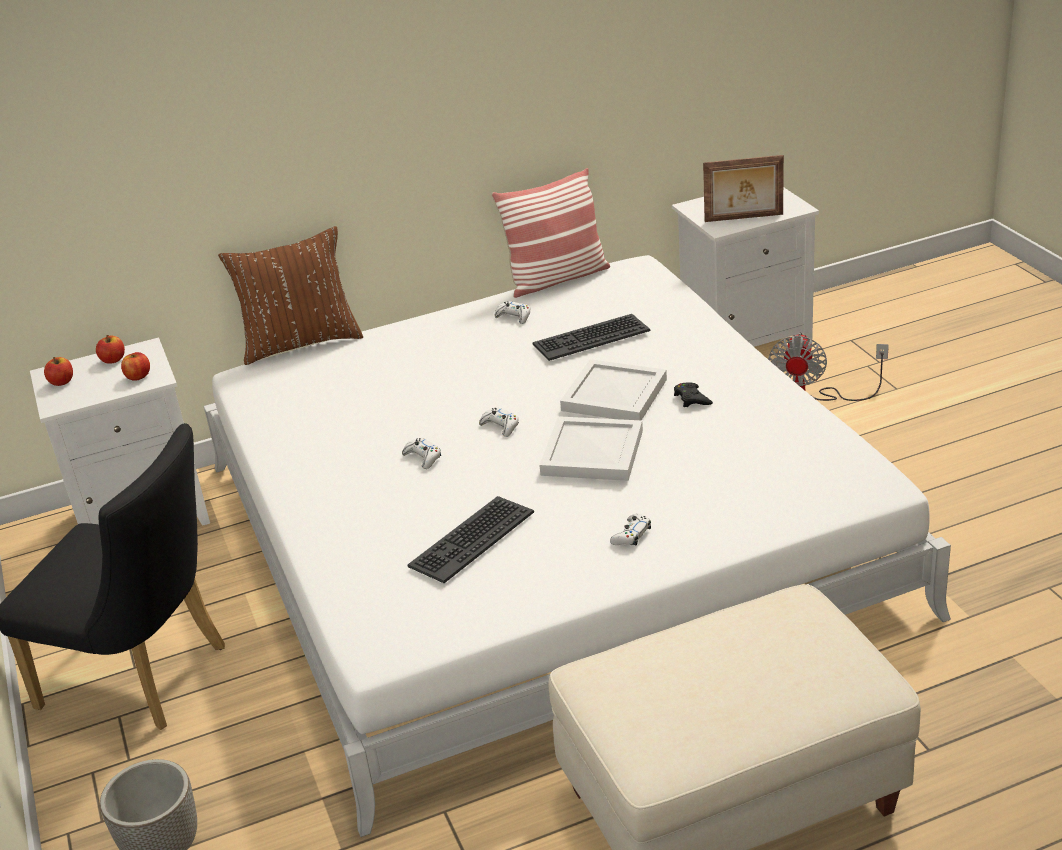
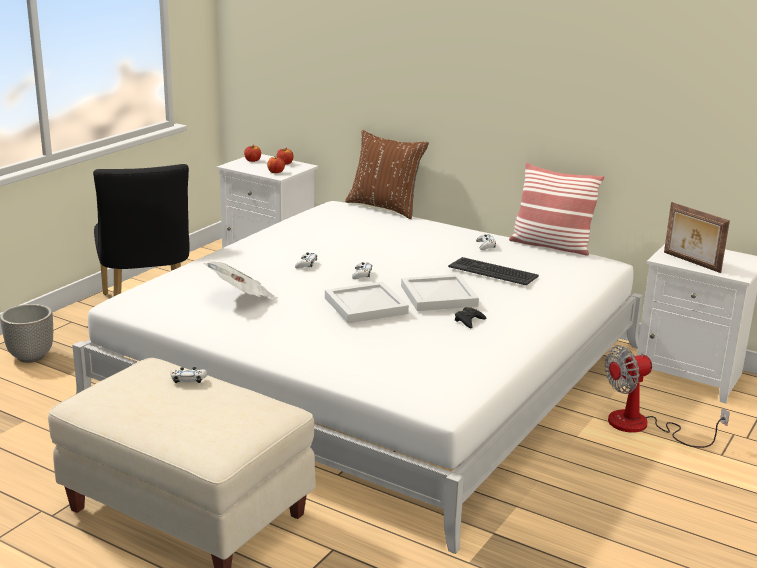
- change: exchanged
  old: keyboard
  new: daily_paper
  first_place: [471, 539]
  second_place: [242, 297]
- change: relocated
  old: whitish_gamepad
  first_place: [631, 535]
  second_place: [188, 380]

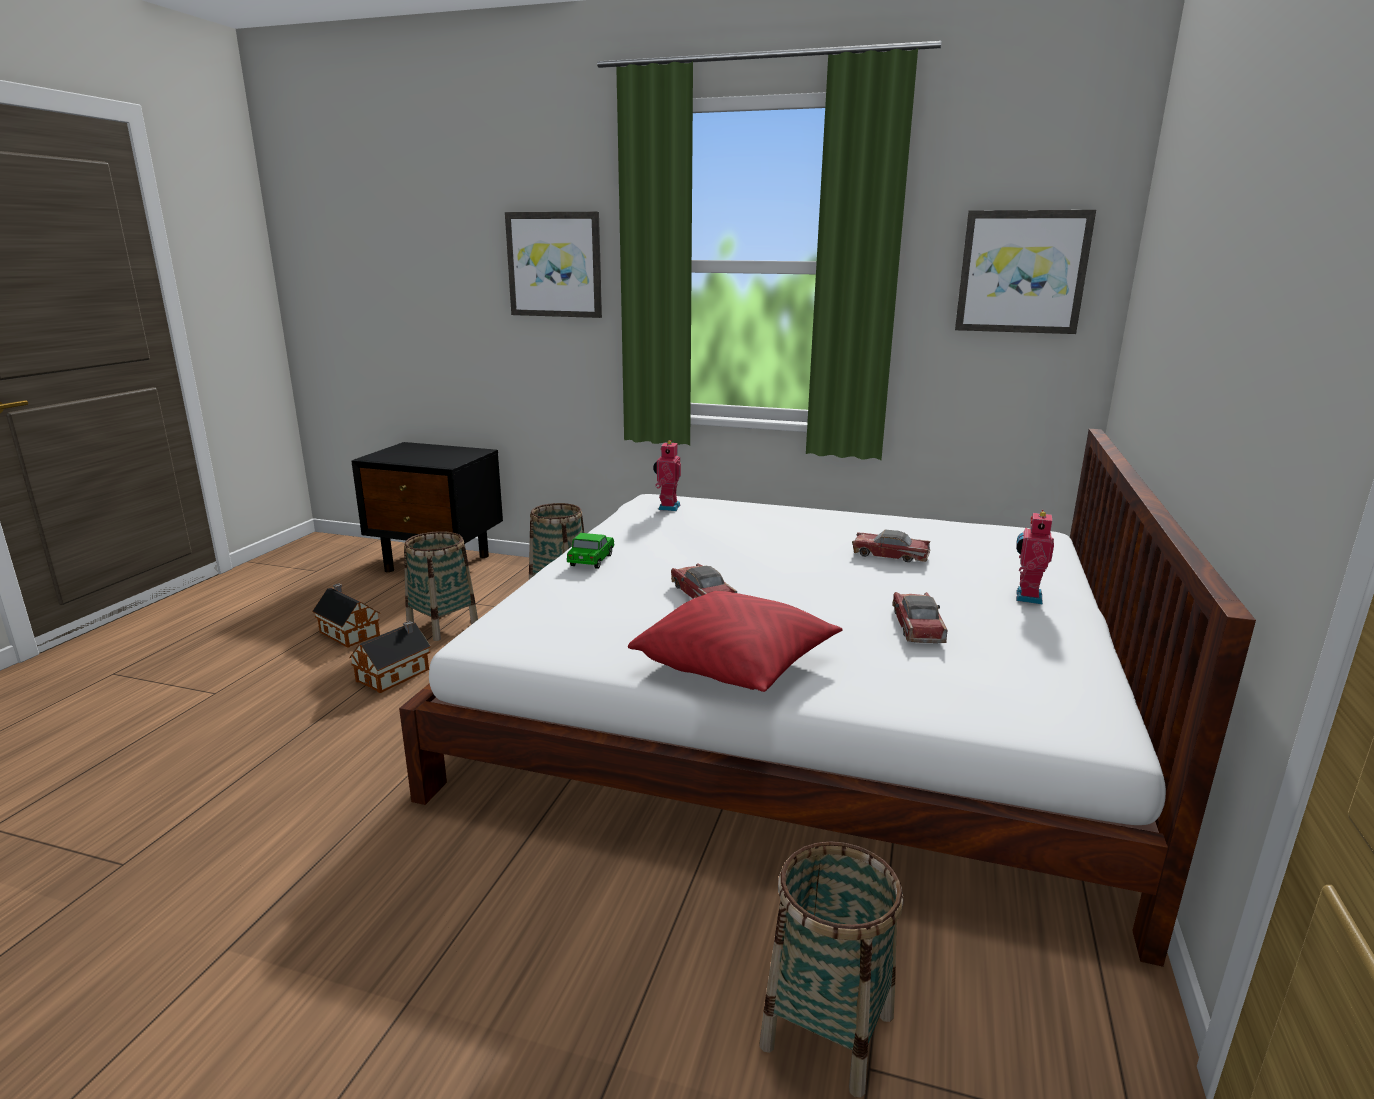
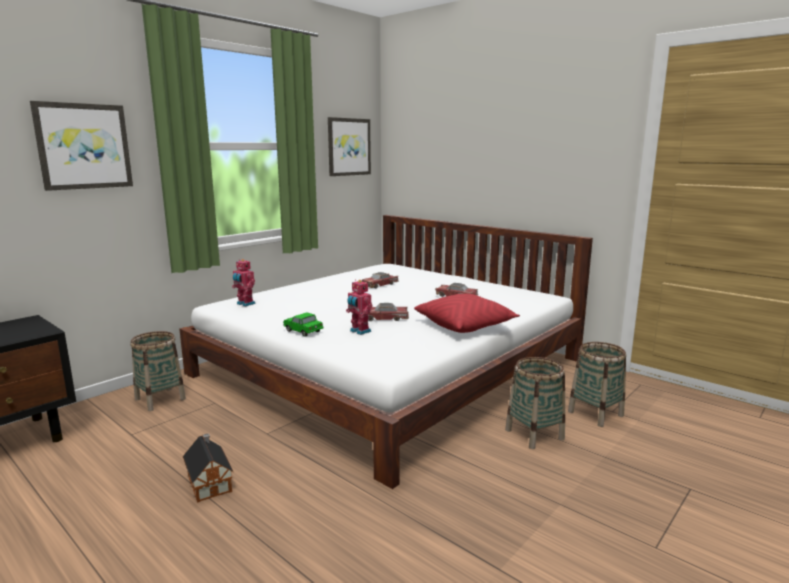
- change: relocated
  old: robot_figure
  first_place: [1026, 597]
  second_place: [359, 331]
- change: relocated
  old: household_basket
  first_place: [443, 625]
  second_place: [534, 434]
- change: missing
  old: toy_house
  first_place: [349, 633]

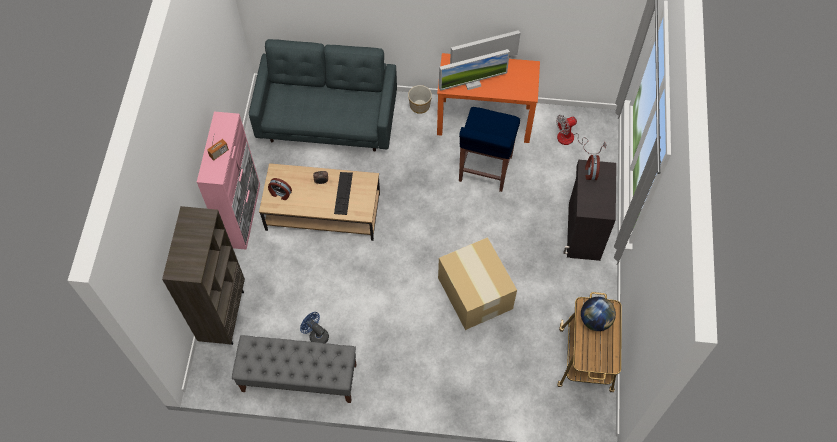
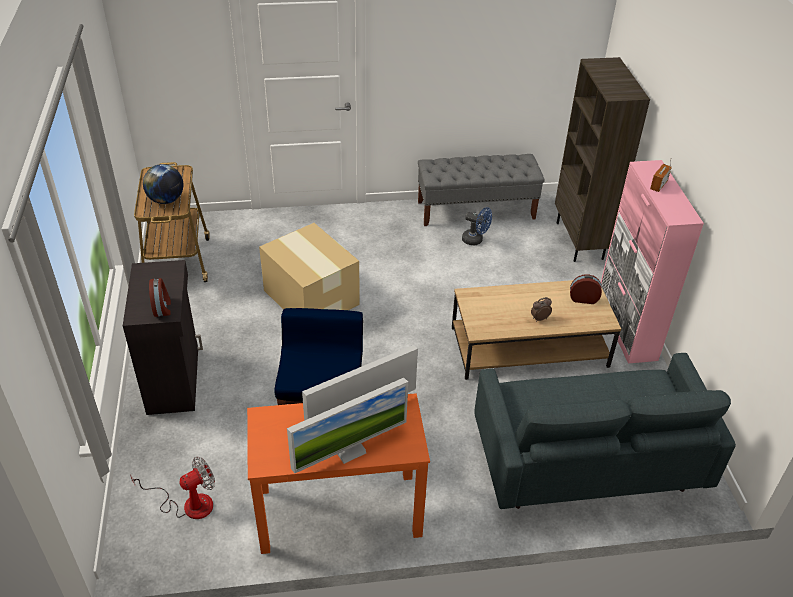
- change: missing
  old: plant_pot
  first_place: [420, 105]
- change: missing
  old: keyboard
  first_place: [343, 193]

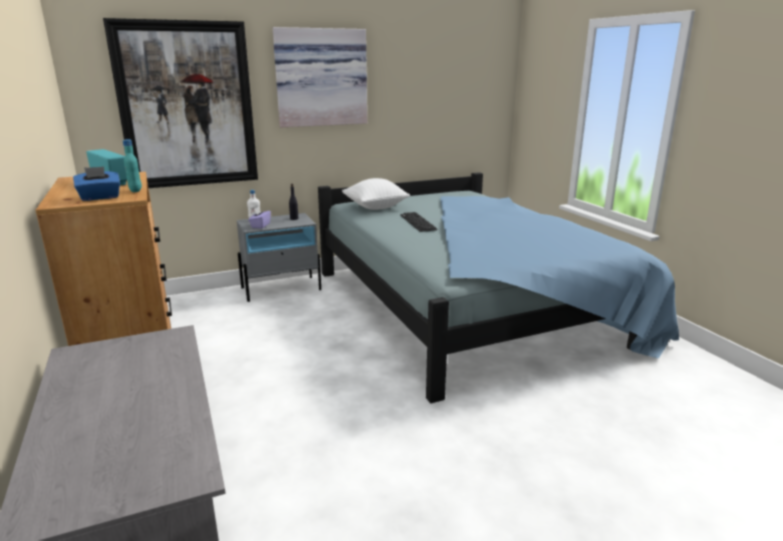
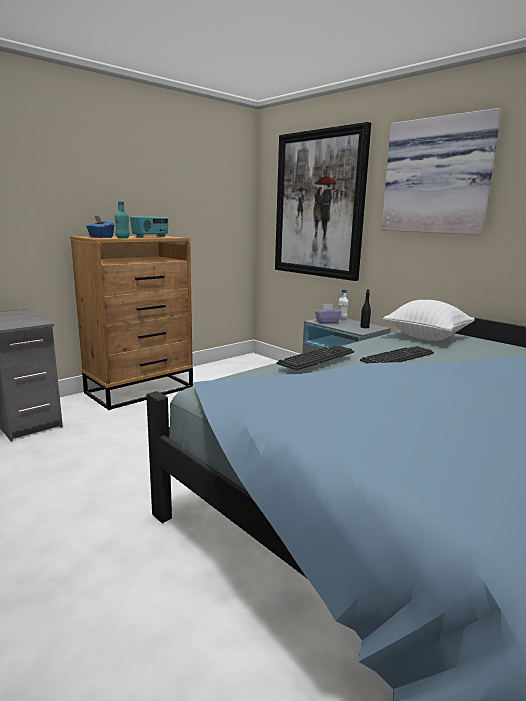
- change: appeared
  new: keyboard
  second_place: [316, 358]

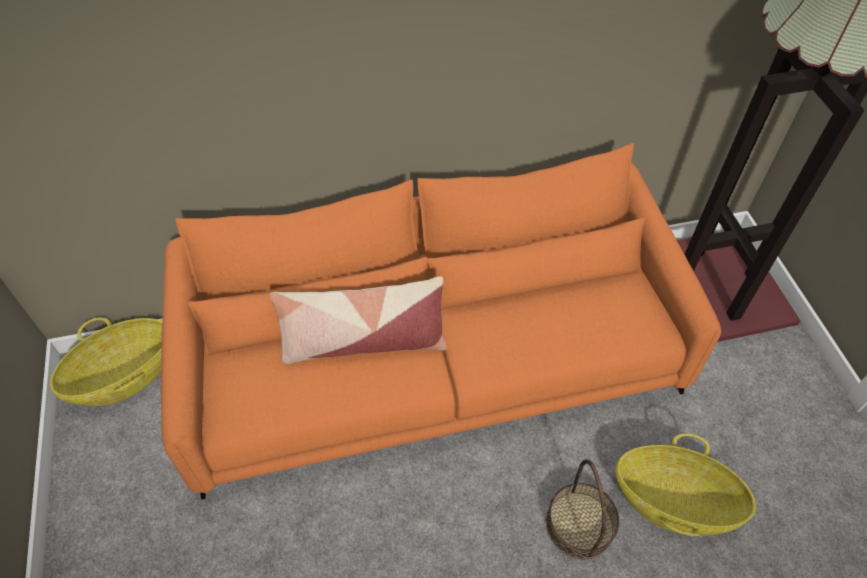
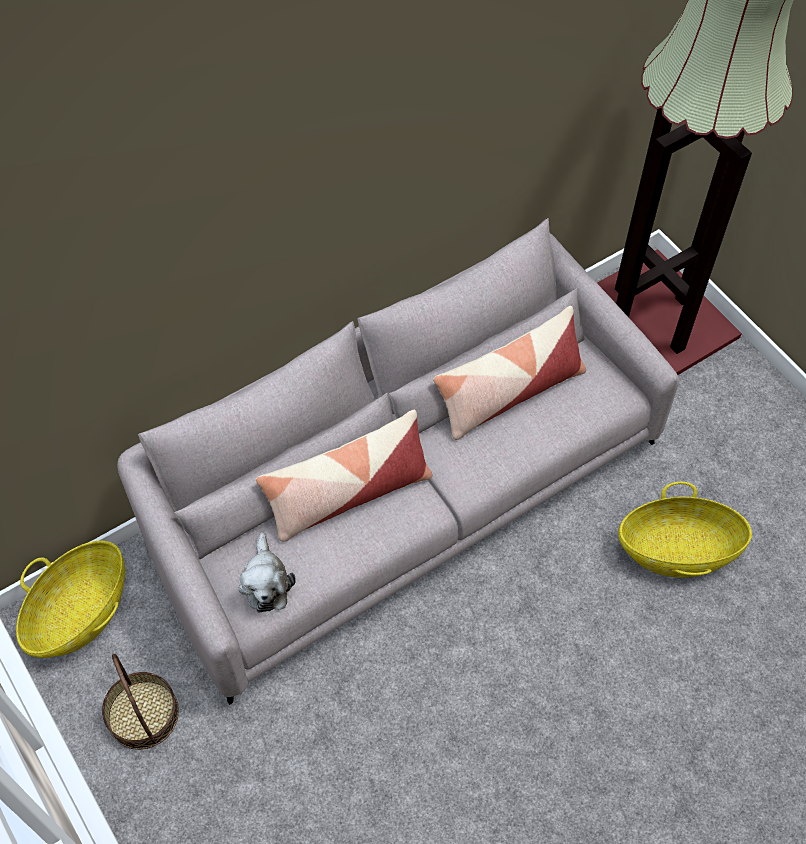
- change: colour
  old: orange-coloured_sofa
  new: grey_sofa
  first_place: [432, 366]
  second_place: [401, 494]
- change: relocated
  old: household_basket
  first_place: [579, 524]
  second_place: [142, 714]
- change: appeared
  new: throw_pillow
  second_place: [509, 393]
- change: appeared
  new: soft_toy
  second_place: [266, 582]

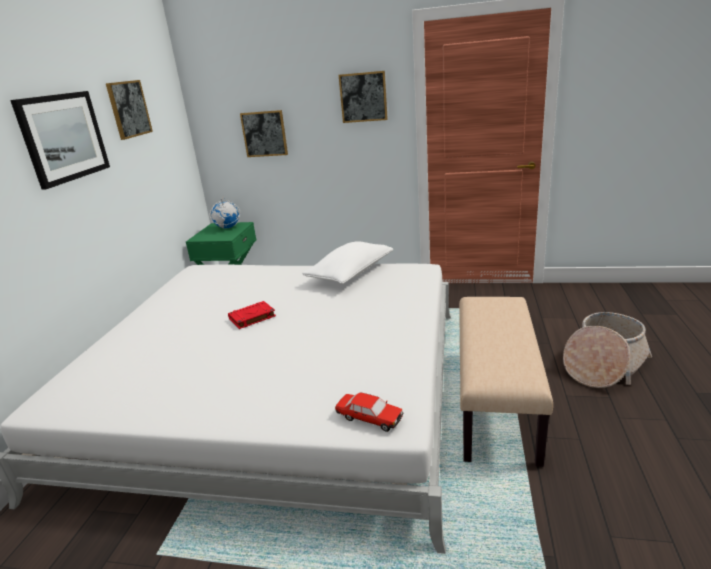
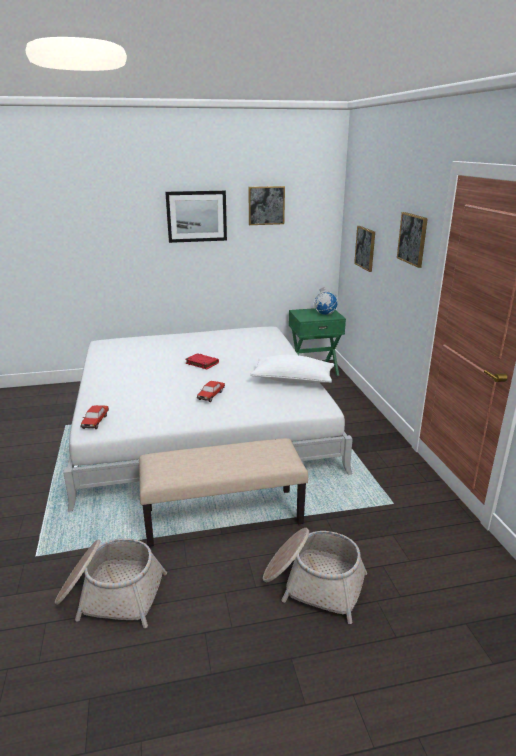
- change: appeared
  new: model_car
  second_place: [211, 395]
- change: appeared
  new: household_basket
  second_place: [111, 594]

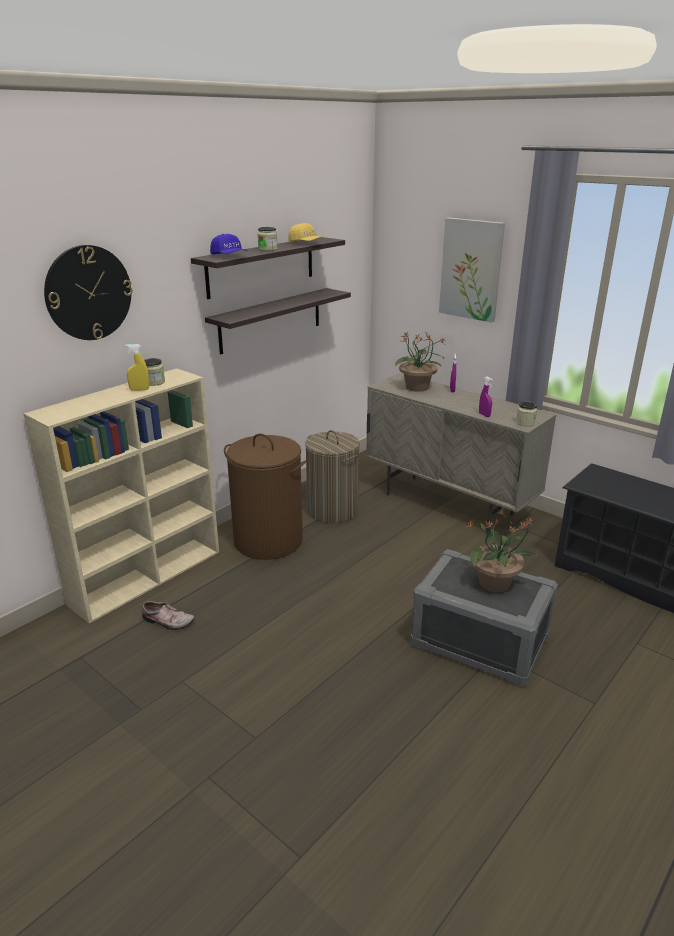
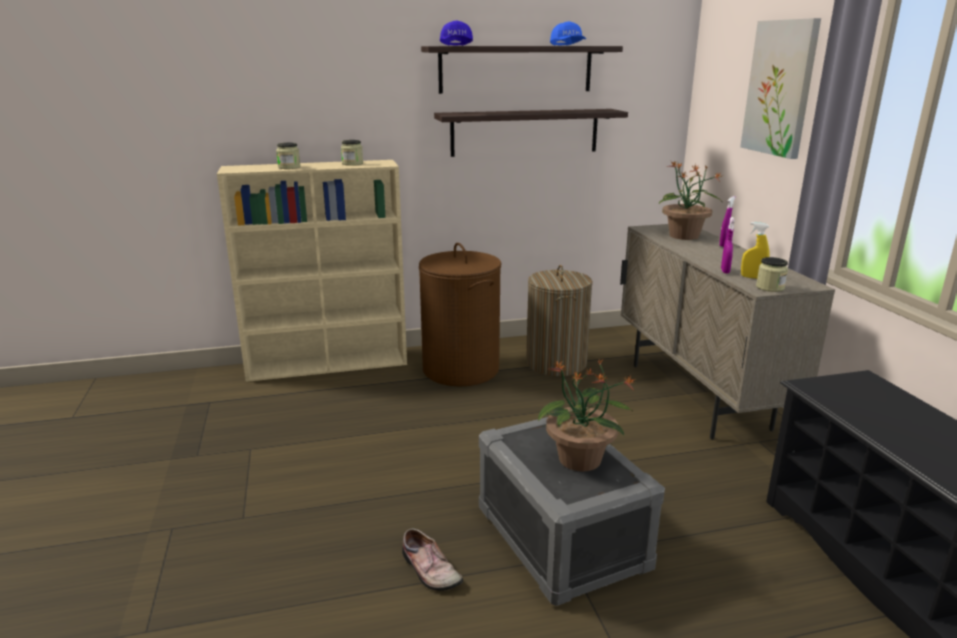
- change: colour
  old: yellow-coloured_baseball_cap
  new: blue-coloured_baseball_cap
  first_place: [306, 243]
  second_place: [568, 45]
- change: relocated
  old: preserve_jar
  first_place: [267, 249]
  second_place: [289, 167]
- change: missing
  old: clock_on_the_wall
  first_place: [88, 293]
- change: relocated
  old: yellow-coloured_hand_sprayer
  first_place: [139, 390]
  second_place: [752, 277]
- change: relocated
  old: shoe
  first_place: [167, 622]
  second_place: [428, 570]

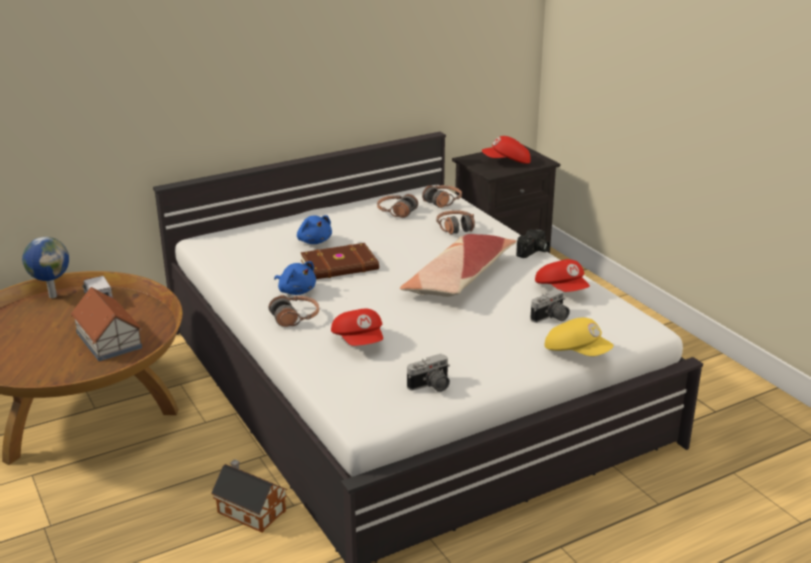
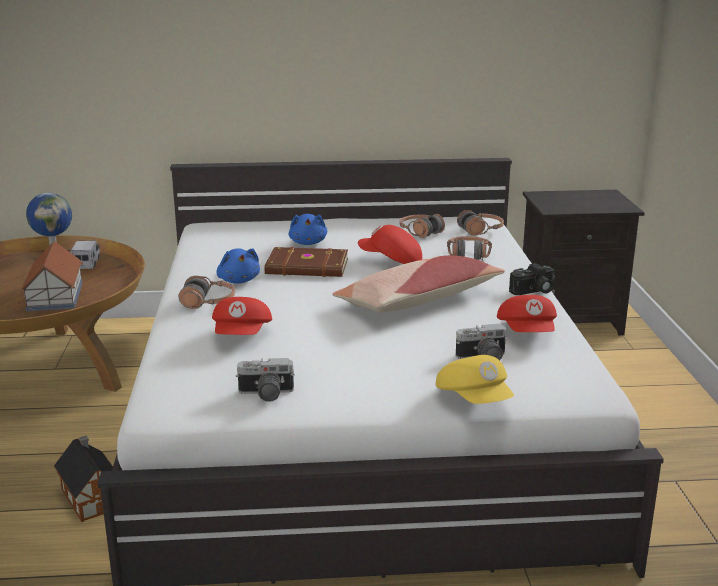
- change: relocated
  old: red_baseball_cap
  first_place: [507, 162]
  second_place: [391, 260]

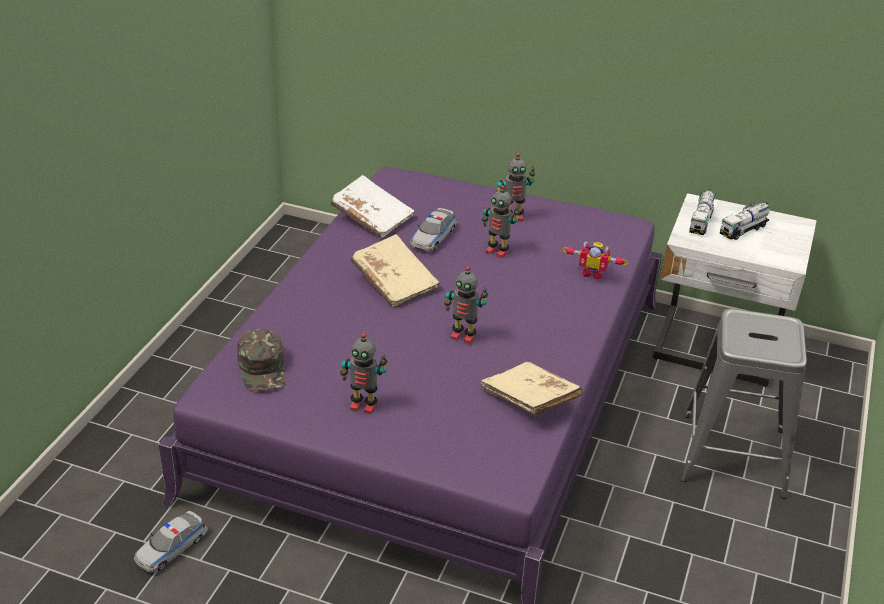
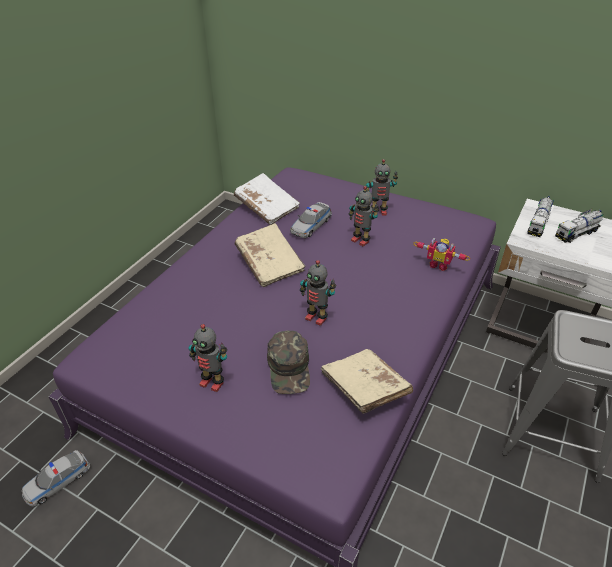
- change: relocated
  old: greenish_baseball_cap
  first_place: [263, 368]
  second_place: [289, 367]

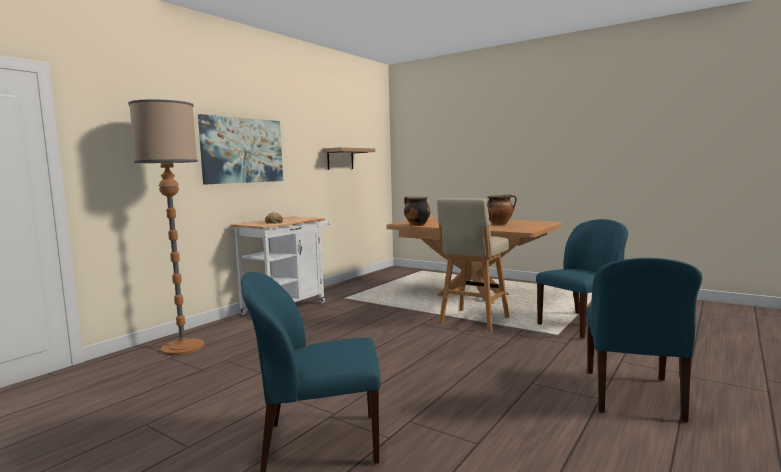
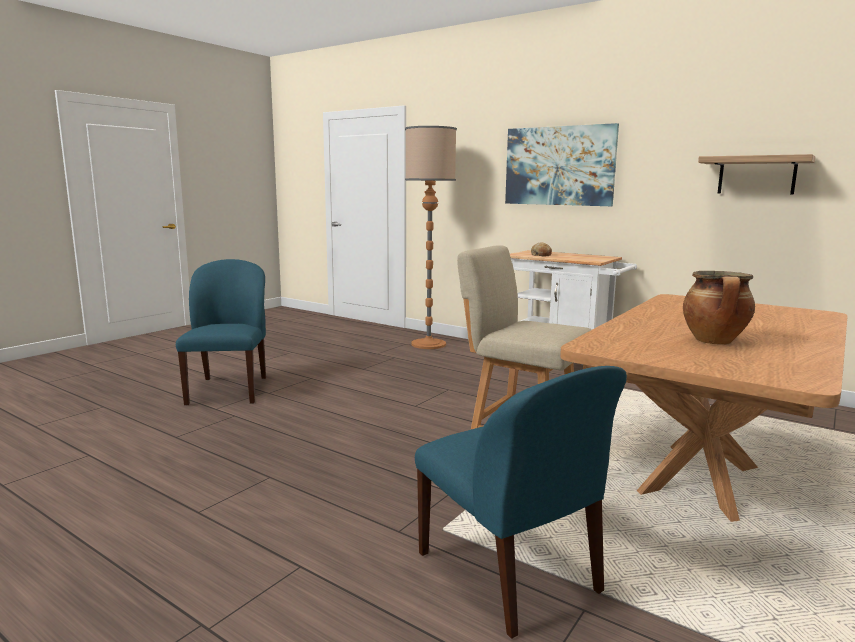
- change: missing
  old: cooking_pot
  first_place: [416, 225]
- change: missing
  old: blue-coloured_plain_chair
  first_place: [633, 396]

